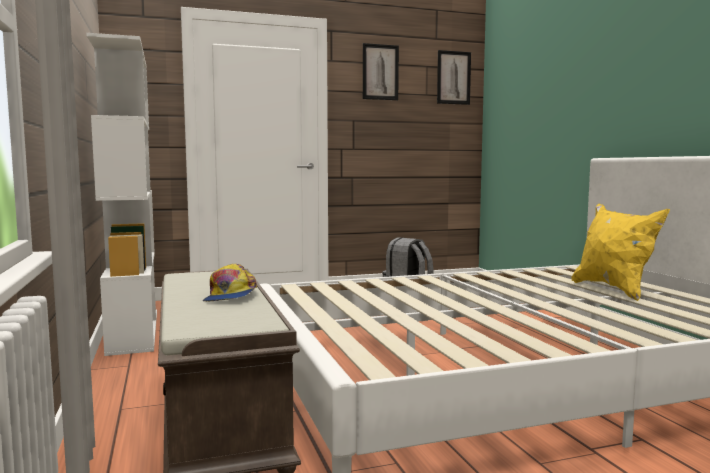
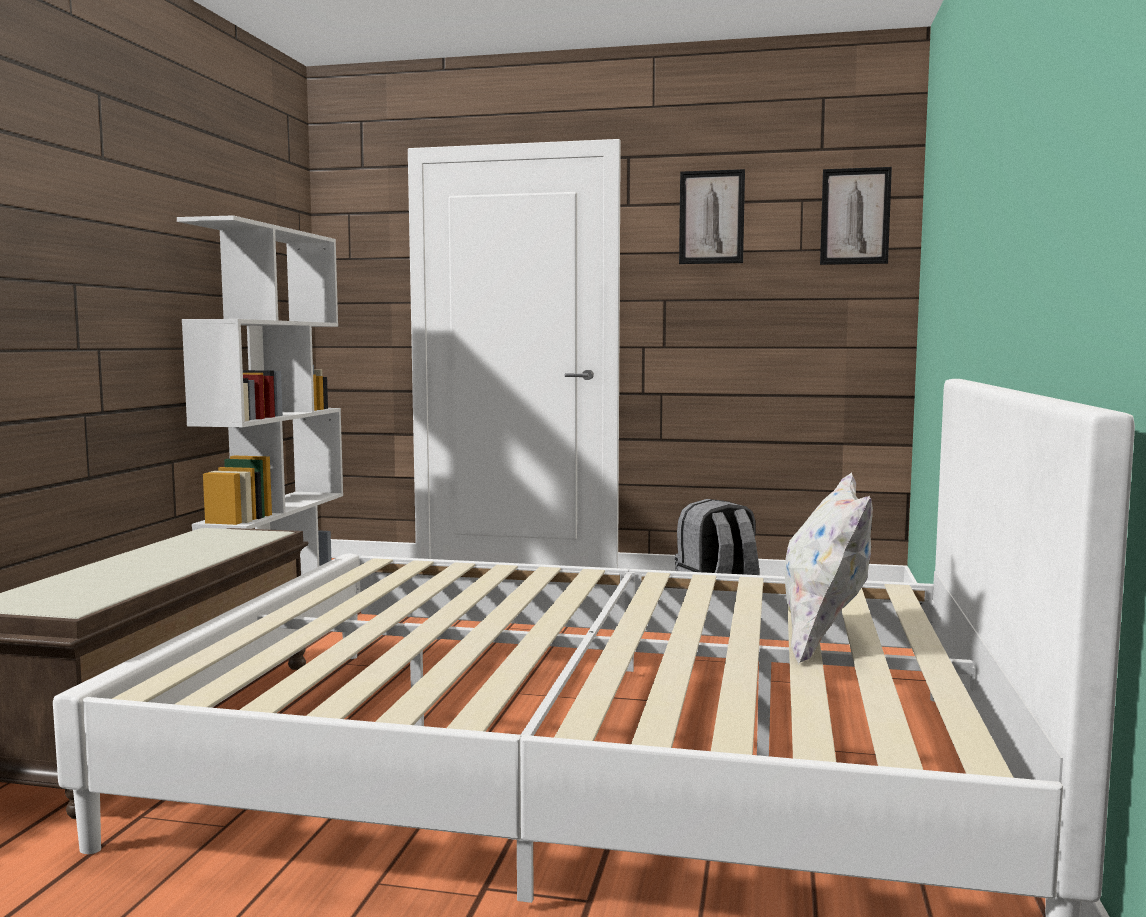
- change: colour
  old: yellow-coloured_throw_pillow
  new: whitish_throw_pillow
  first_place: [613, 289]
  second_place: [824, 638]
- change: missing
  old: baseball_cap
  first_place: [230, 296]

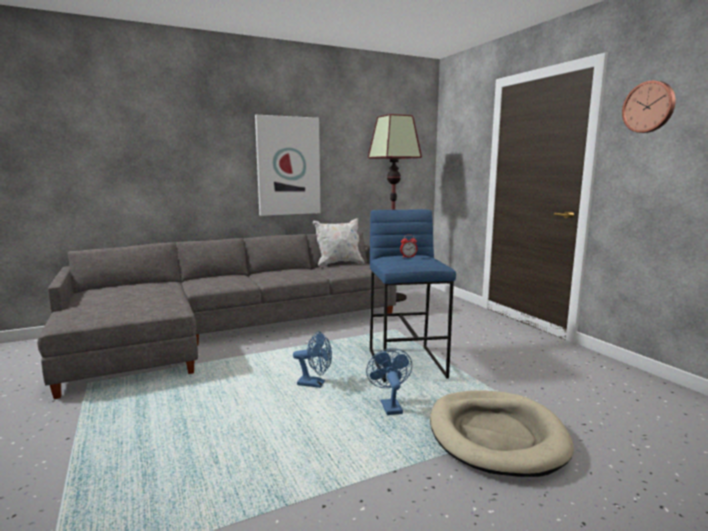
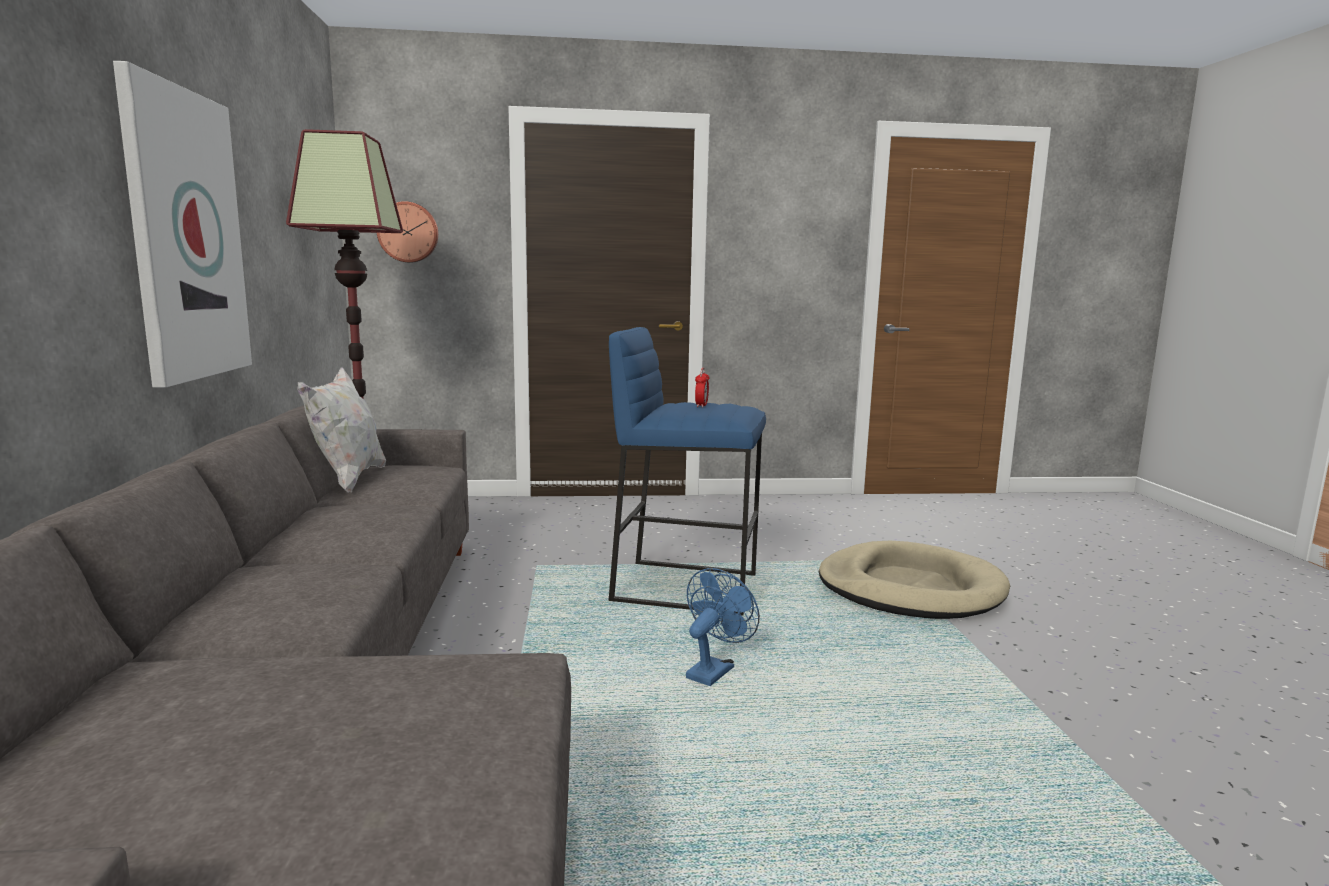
- change: relocated
  old: clock_on_the_wall
  first_place: [649, 107]
  second_place: [408, 232]
- change: missing
  old: blue-coloured_fan
  first_place: [389, 405]

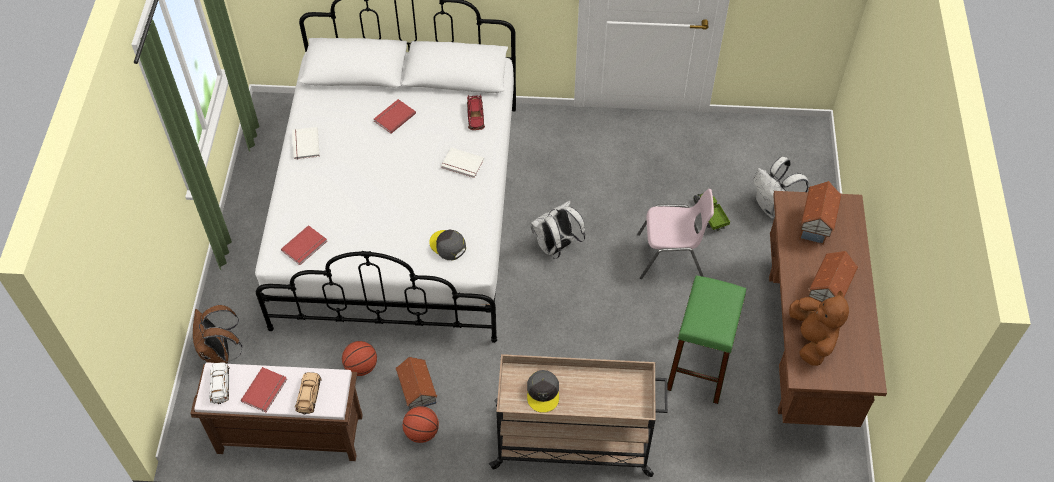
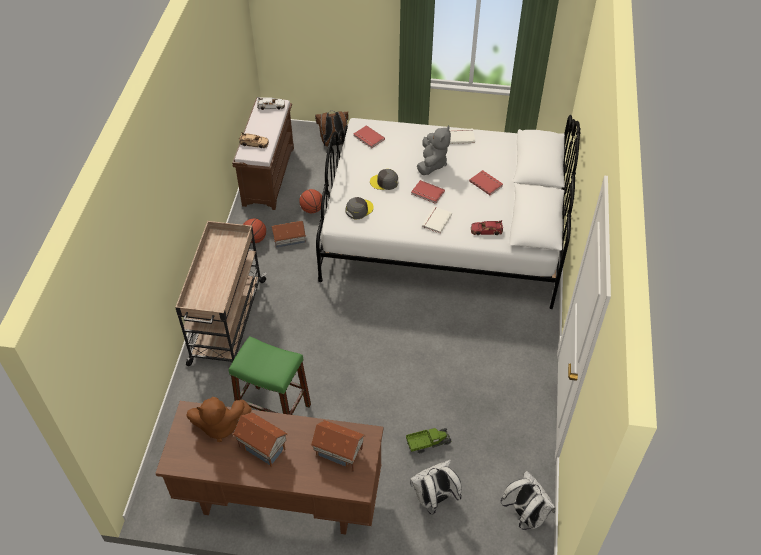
- change: missing
  old: pink_plain_chair
  first_place: [671, 256]
- change: relocated
  old: whitish_knapsack
  first_place: [556, 247]
  second_place: [525, 515]
- change: relocated
  old: red_volume
  first_place: [265, 390]
  second_place: [427, 193]
- change: relocated
  old: grey_baseball_cap
  first_place: [543, 392]
  second_place: [384, 182]
- change: appeared
  new: grey_soft_toy
  second_place: [432, 163]

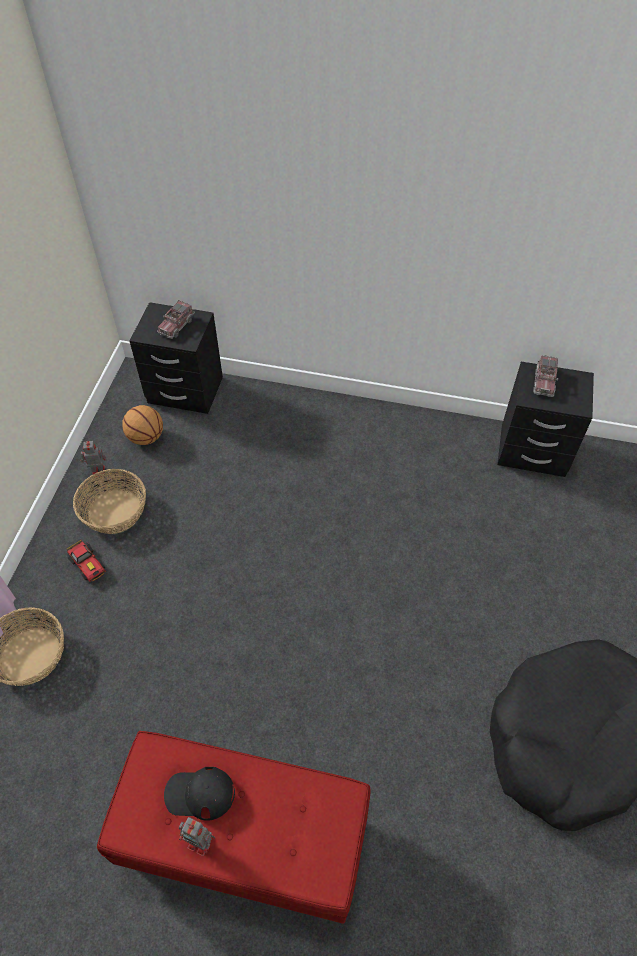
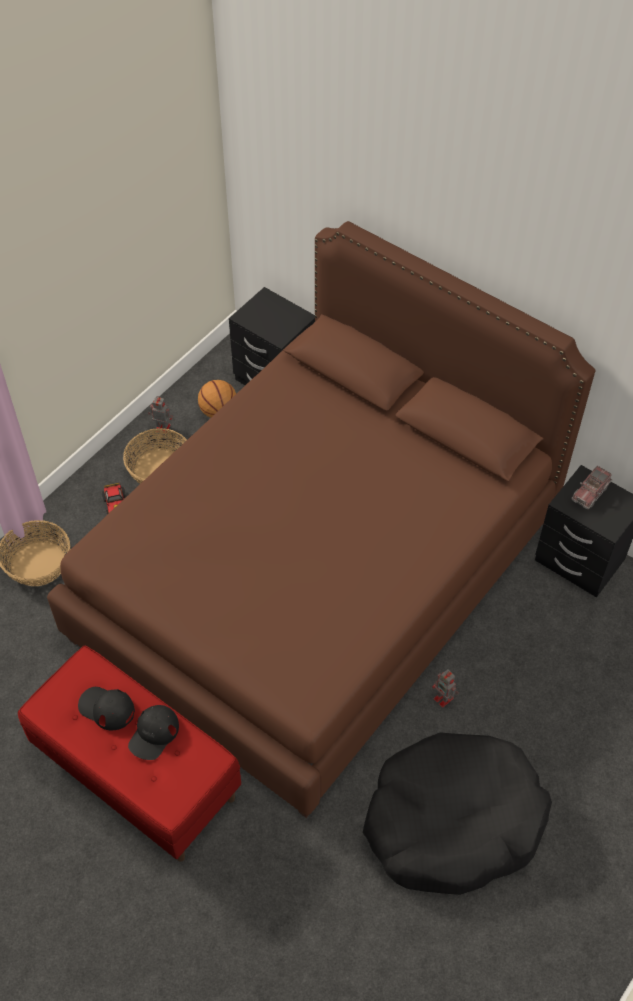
- change: missing
  old: toy_truck
  first_place: [176, 325]
- change: relocated
  old: robot_figure
  first_place: [201, 842]
  second_place: [444, 699]
- change: appeared
  new: brown-coloured_sleeping_bed
  second_place: [316, 577]
- change: appeared
  new: black_baseball_cap
  second_place: [154, 734]

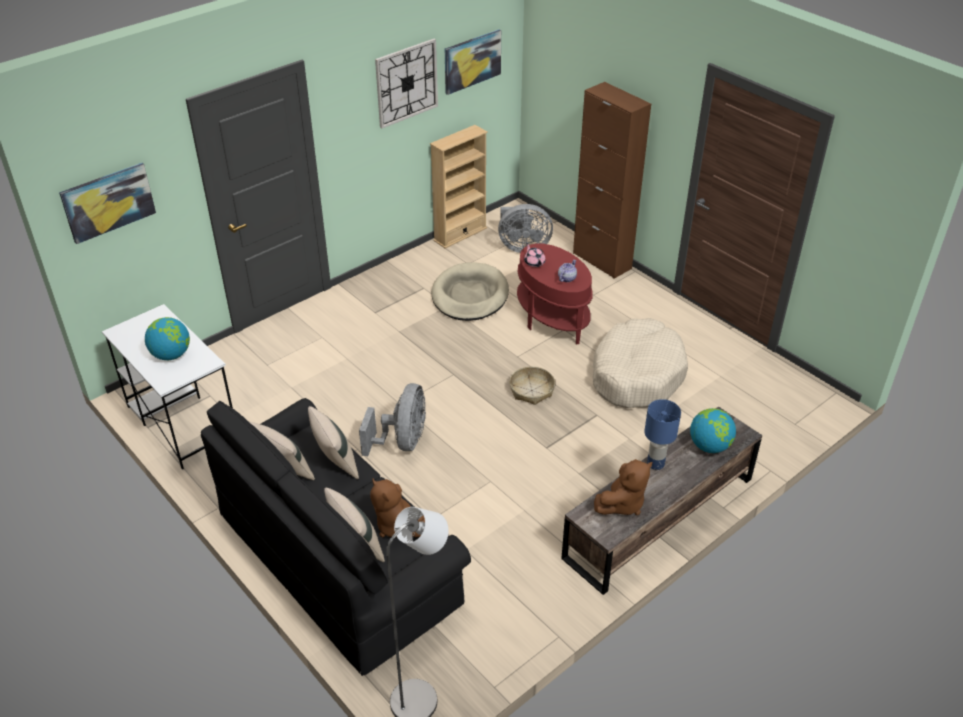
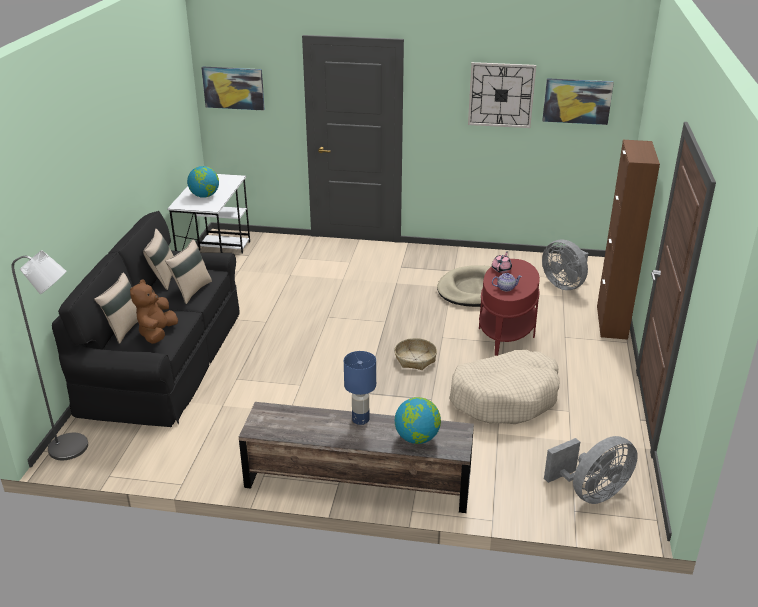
- change: missing
  old: beige-coloured_shelving_unit
  first_place: [460, 234]
- change: relocated
  old: grey_fan
  first_place: [402, 442]
  second_place: [591, 493]
- change: missing
  old: brown-coloured_soft_toy
  first_place: [622, 503]

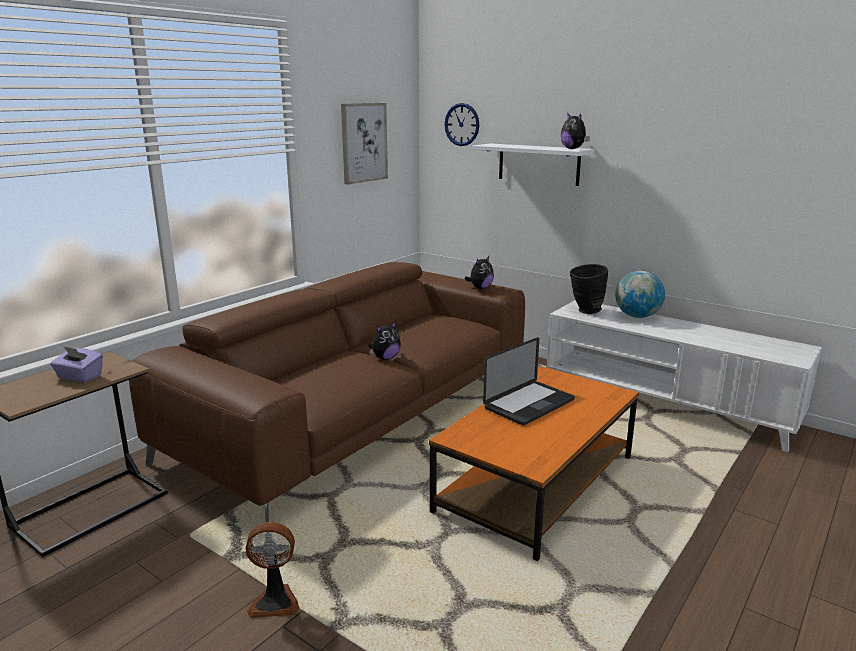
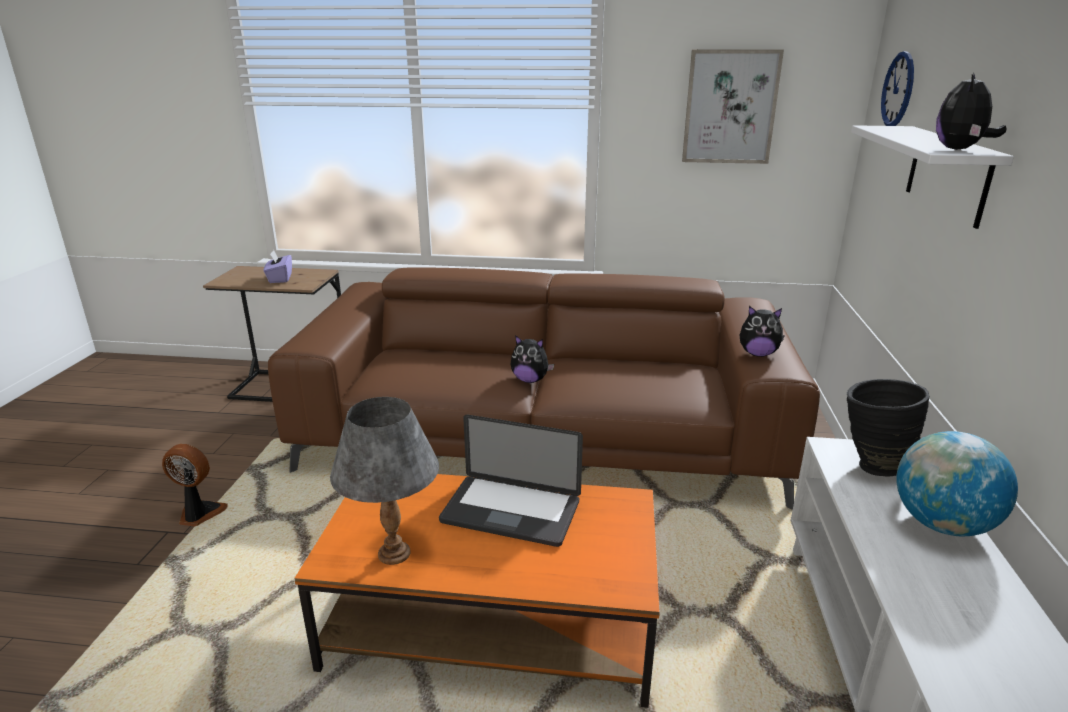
- change: spun
  old: fan
  first_place: [275, 601]
  second_place: [199, 514]
  degrees: 135
- change: appeared
  new: grey_table_lamp
  second_place: [393, 553]

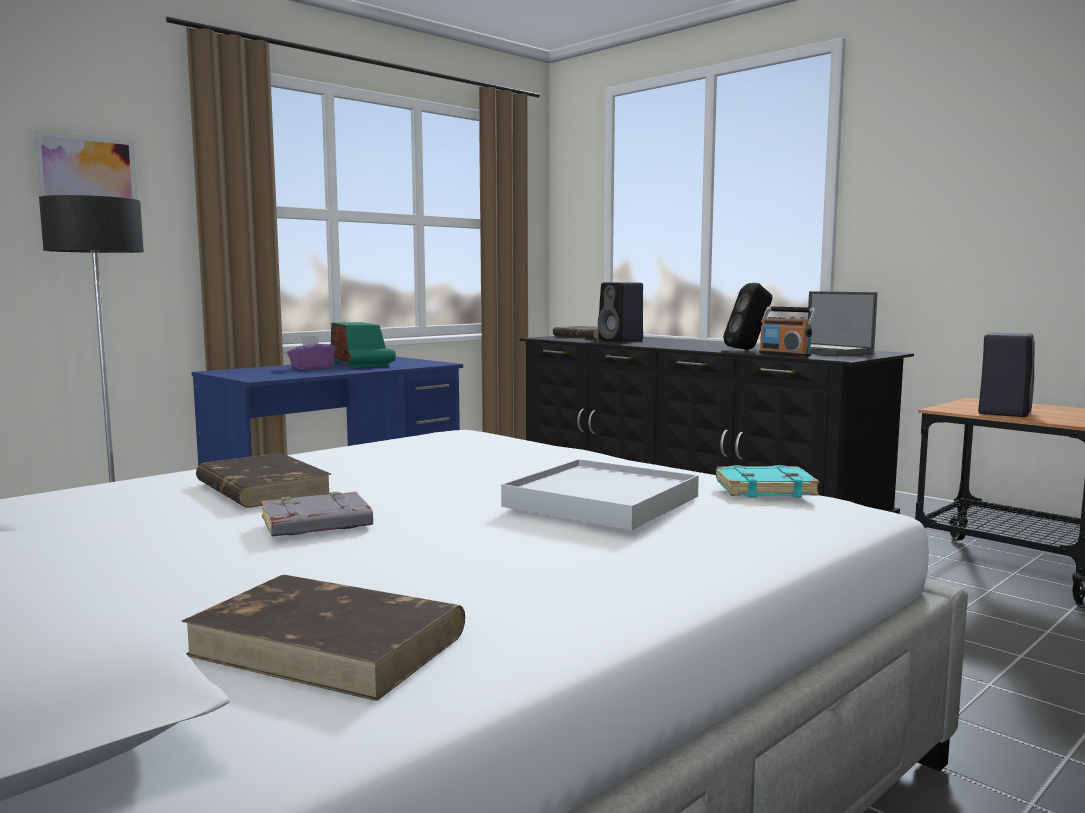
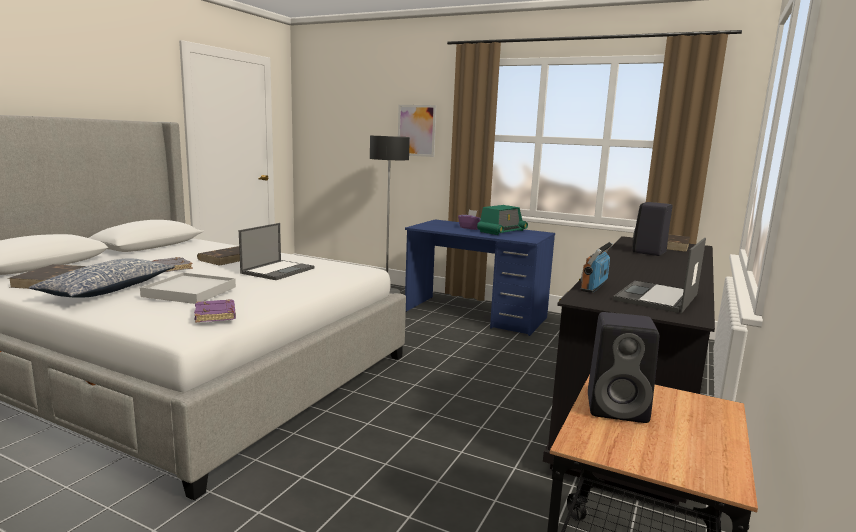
- change: missing
  old: black_loudspeaker
  first_place: [748, 349]
- change: colour
  old: turquoise-coloured_volume
  new: purple_volume
  first_place: [765, 489]
  second_place: [216, 315]
- change: appeared
  new: laptop
  second_place: [278, 270]
- change: appeared
  new: throw_pillow
  second_place: [107, 290]

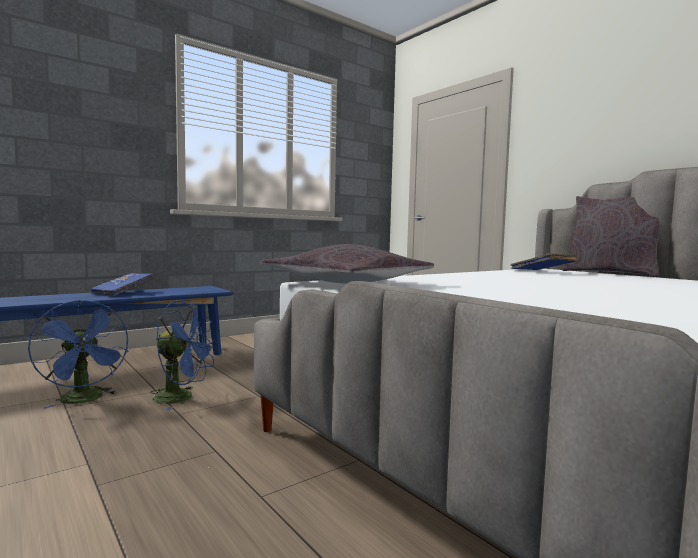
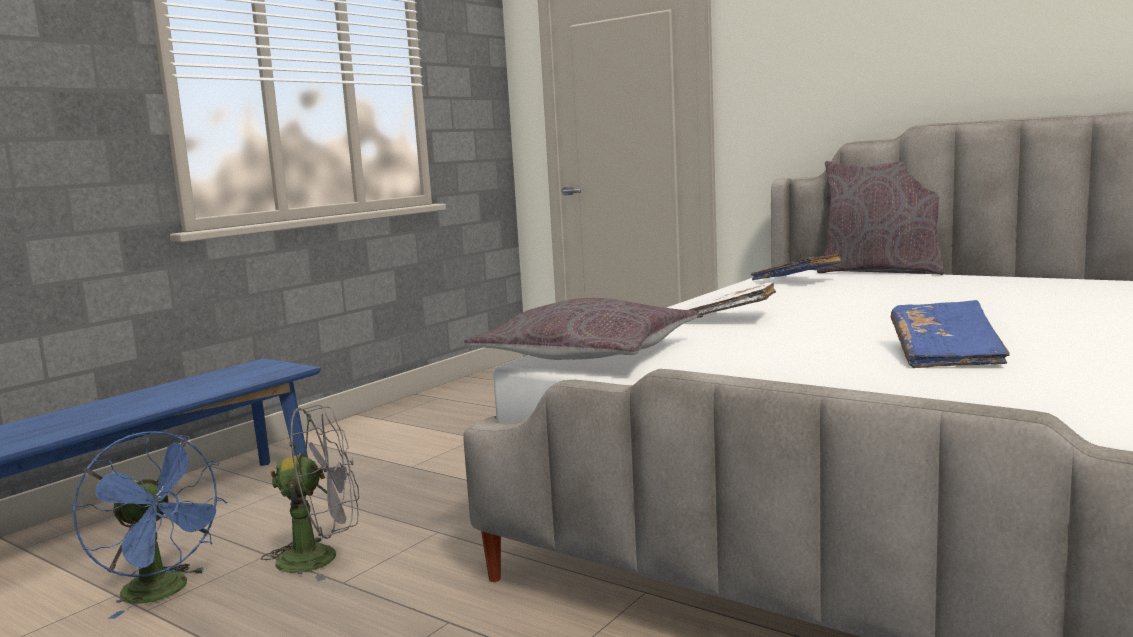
- change: relocated
  old: blue-coloured_volume
  first_place: [123, 293]
  second_place: [945, 355]
- change: colour
  old: blue-coloured_fan
  new: grey_fan
  first_place: [182, 398]
  second_place: [321, 557]
- change: appeared
  new: whitish_volume
  second_place: [728, 319]

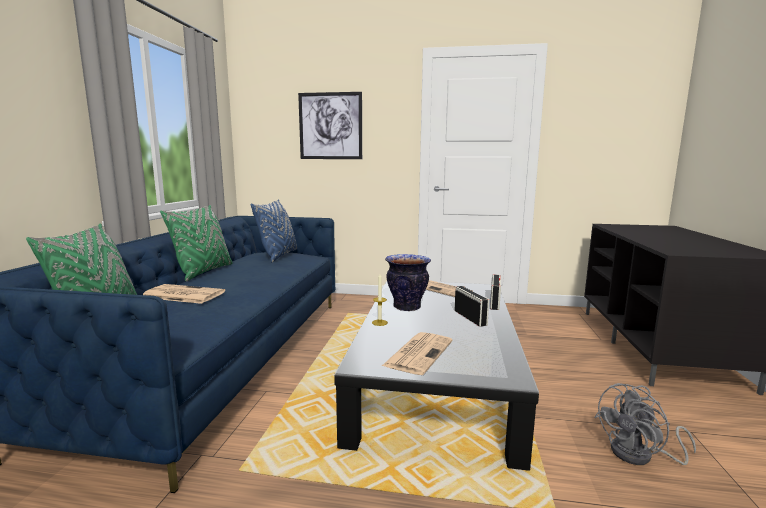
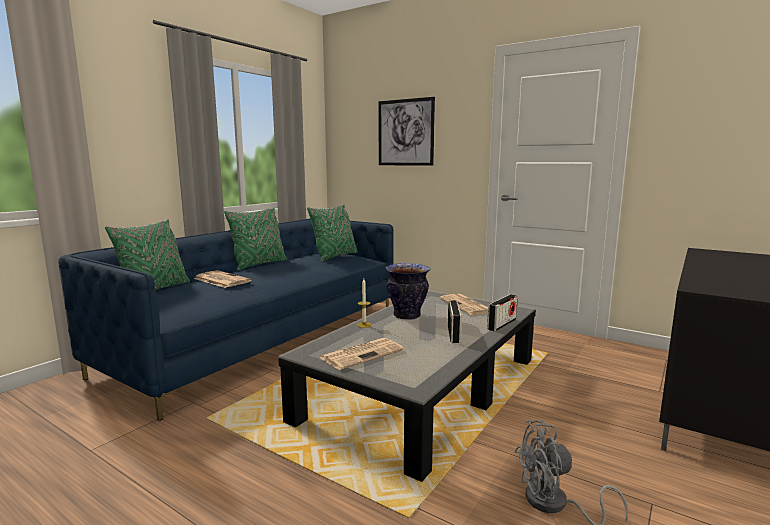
- change: colour
  old: blue-coloured_throw_pillow
  new: greenish_throw_pillow
  first_place: [278, 255]
  second_place: [335, 256]

